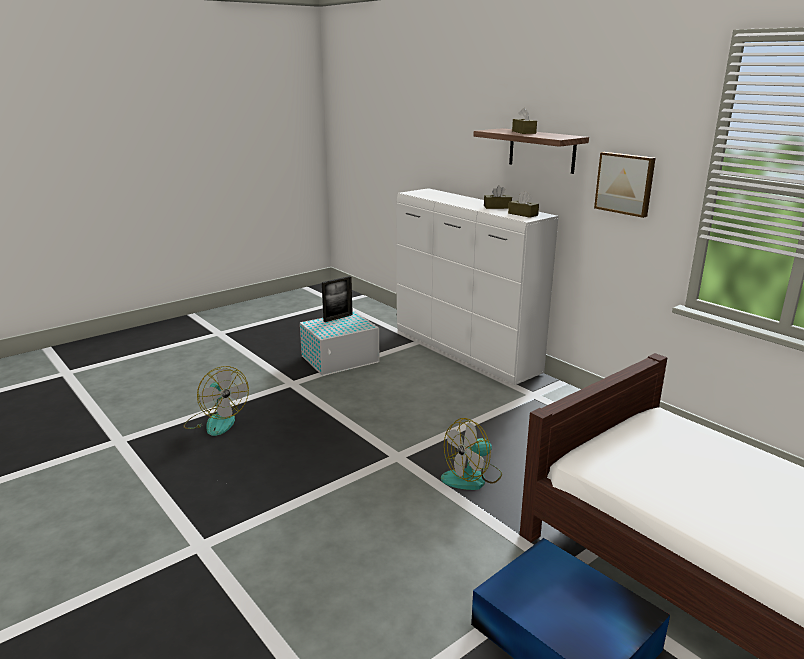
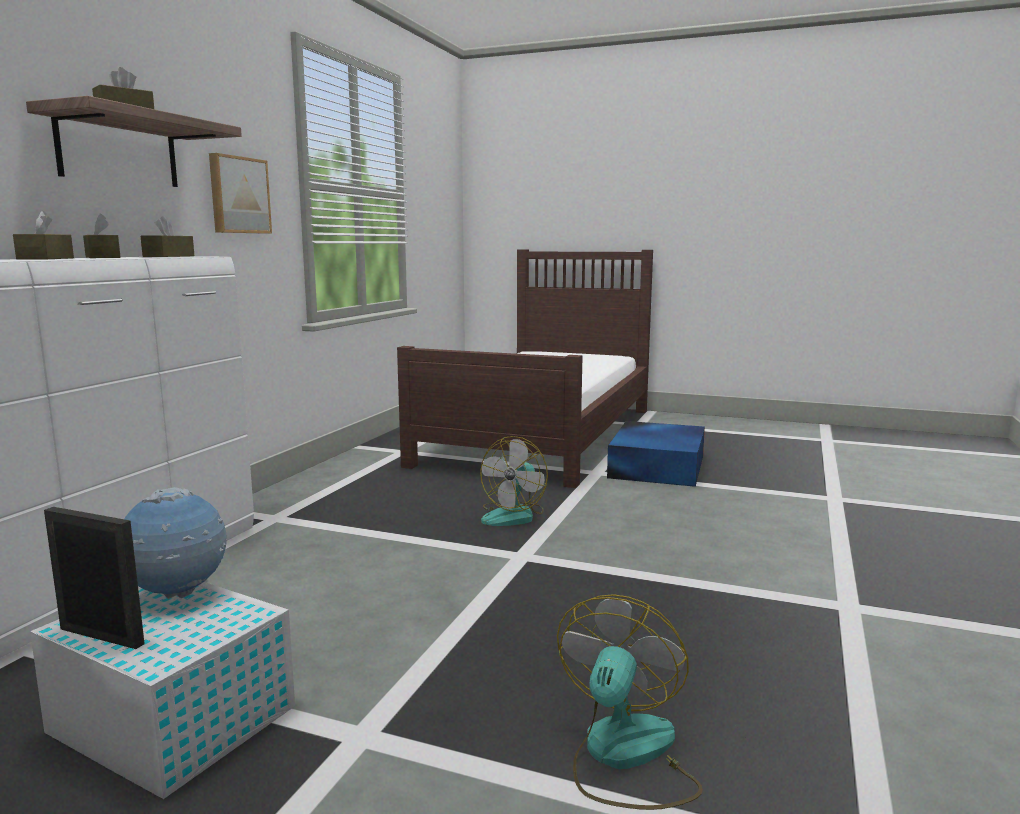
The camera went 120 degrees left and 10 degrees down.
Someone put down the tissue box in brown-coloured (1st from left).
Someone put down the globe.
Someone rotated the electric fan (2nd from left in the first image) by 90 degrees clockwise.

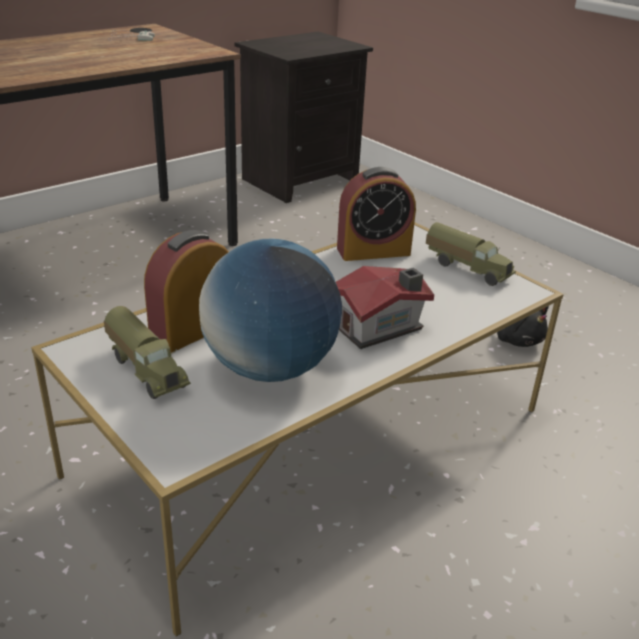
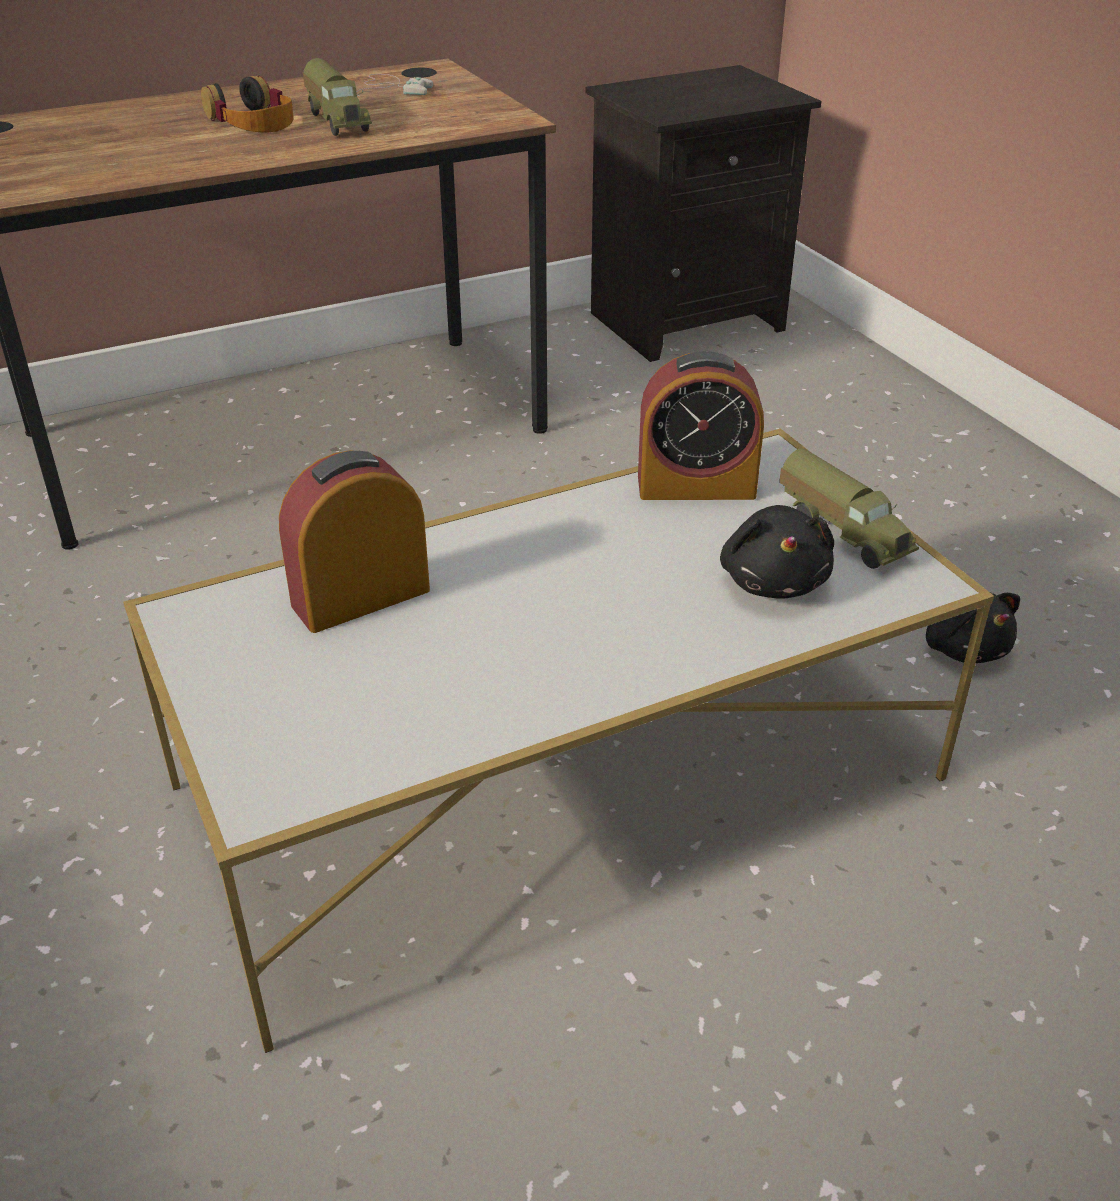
The camera went 15 degrees right and 5 degrees up.
Someone put down the headset.
Someone carried the toy lorry (1st from left).
Someone put down the soft toy in black (1st from left).
Someone took away the globe.
Someone took away the toy house.

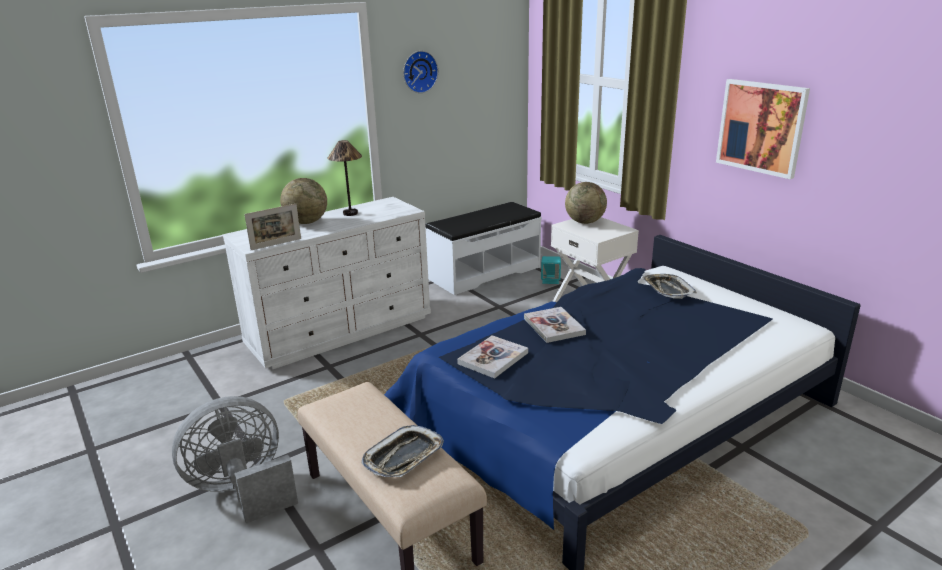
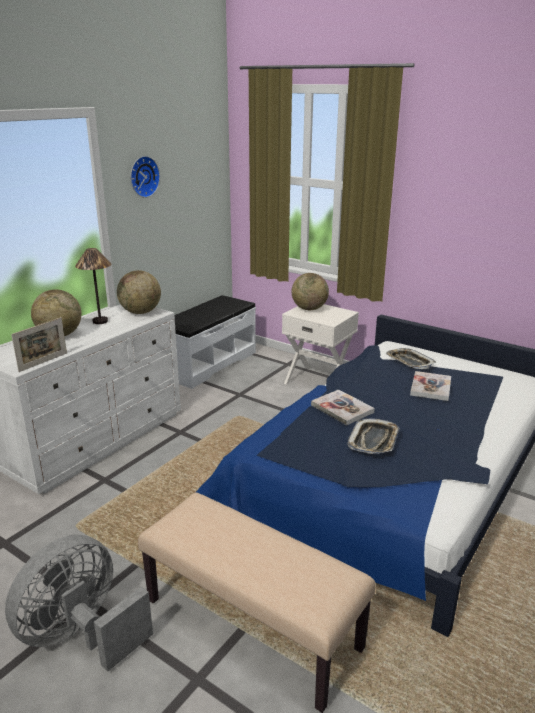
The camera went 20 degrees left and 0 degrees up.
Someone put down the globe (2nd from left).
Someone carried the carrying tray (1st from left).
Someone carried the book (1st from left in the first image).
Someone took away the audio speaker in turquoise-coloured.
Someone took away the wall picture.

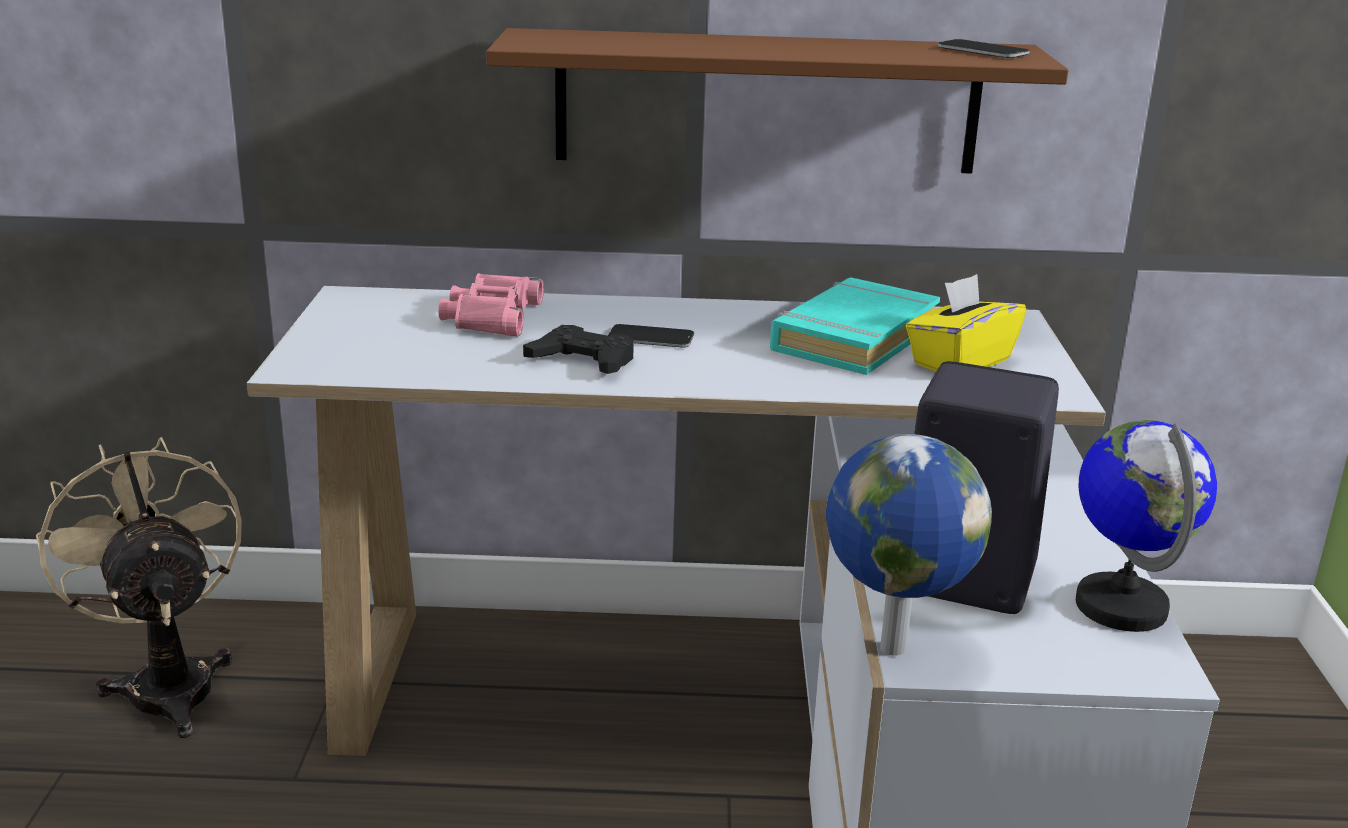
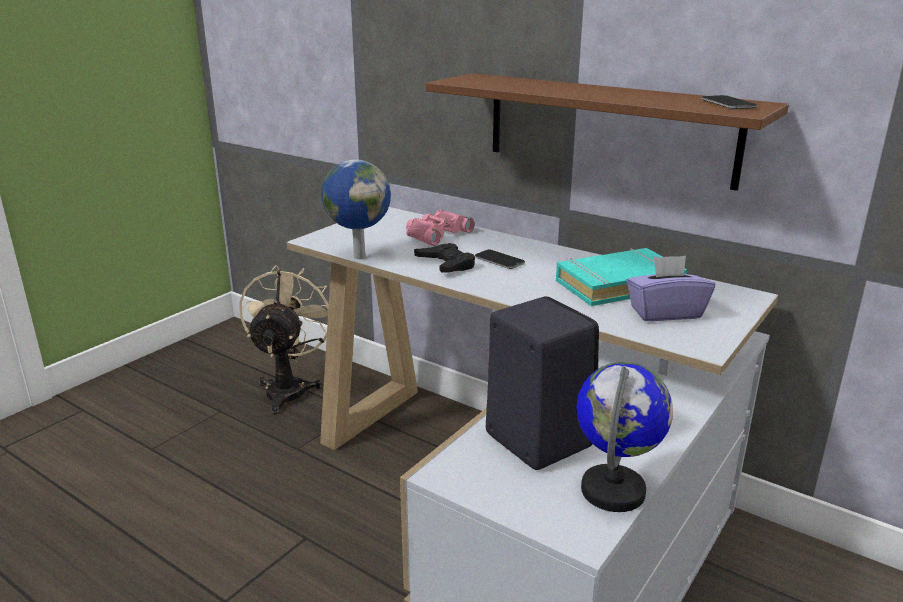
The camera went 35 degrees right and 0 degrees up.
Someone carried the globe (1st from left).
Someone repainted the tissue box in yellowish, which became the tissue box in purple.

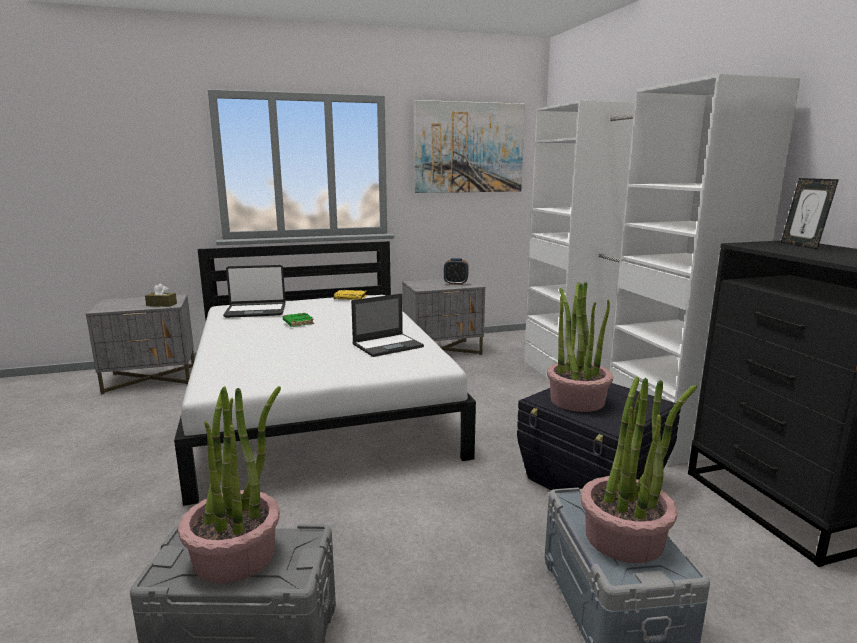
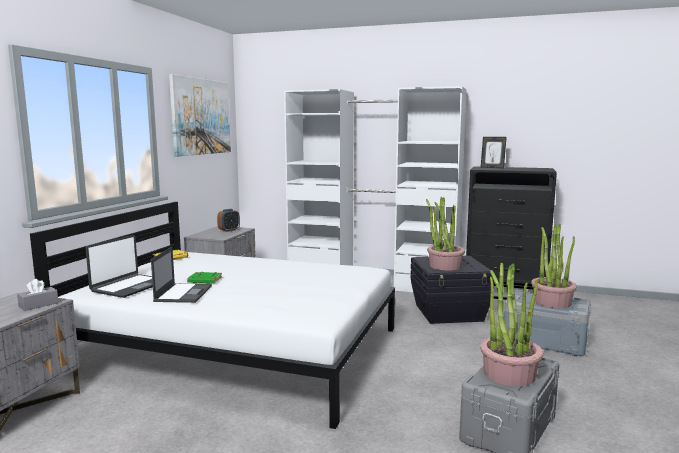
The camera went 55 degrees left and 5 degrees down.
Someone repainted the tissue box in brown-coloured, which became the tissue box in greyish.
Someone carried the portable computer (2nd from left).

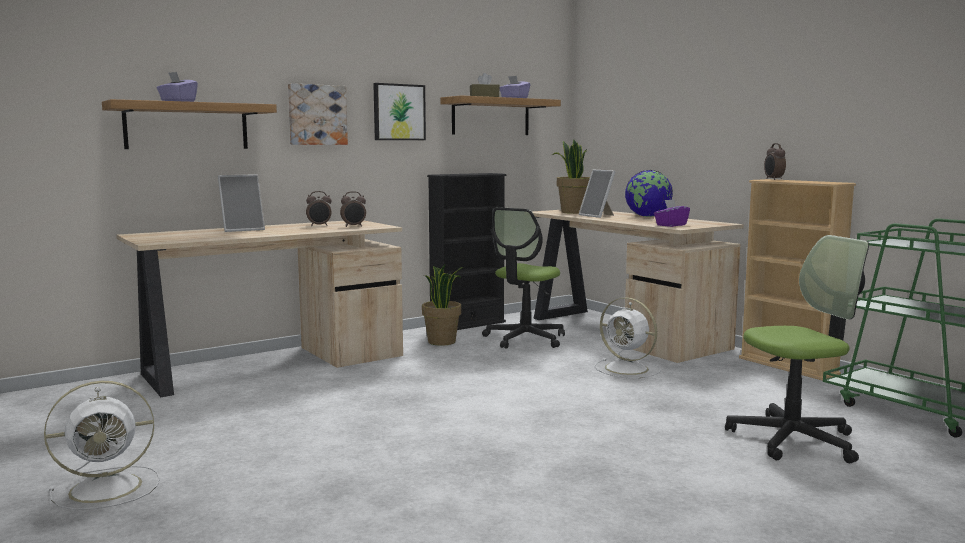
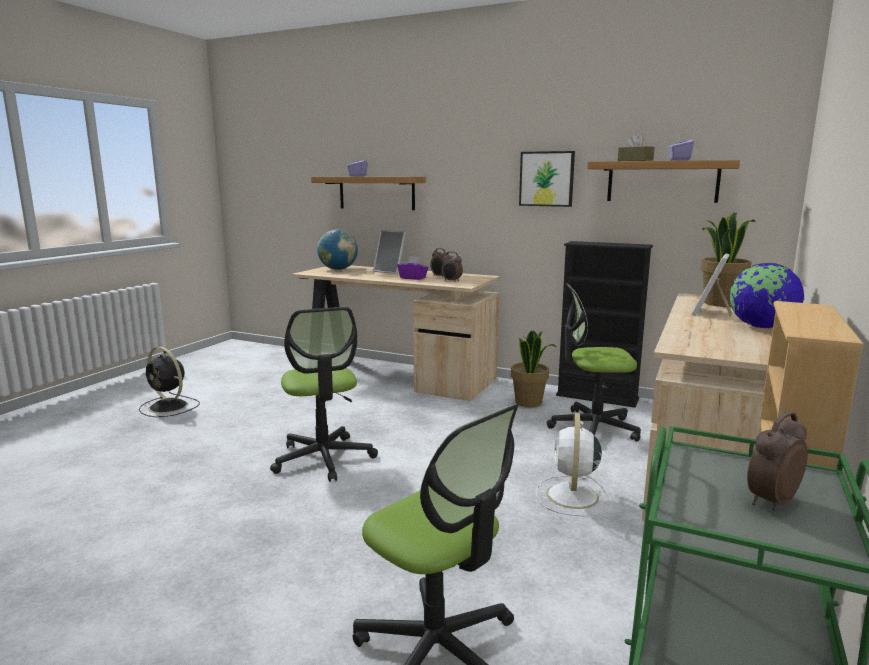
The camera went 60 degrees right and 5 degrees up.
Someone repainted the electric fan in white-coloured (1st from left), which became the electric fan in black.
Someone put down the desk chair (1st from left).
Someone put down the globe (1st from left).
Someone carried the tissue box in purple (3rd from left in the first image).
Someone carried the alarm clock (3rd from left).
Someone took away the wall picture (1st from left).

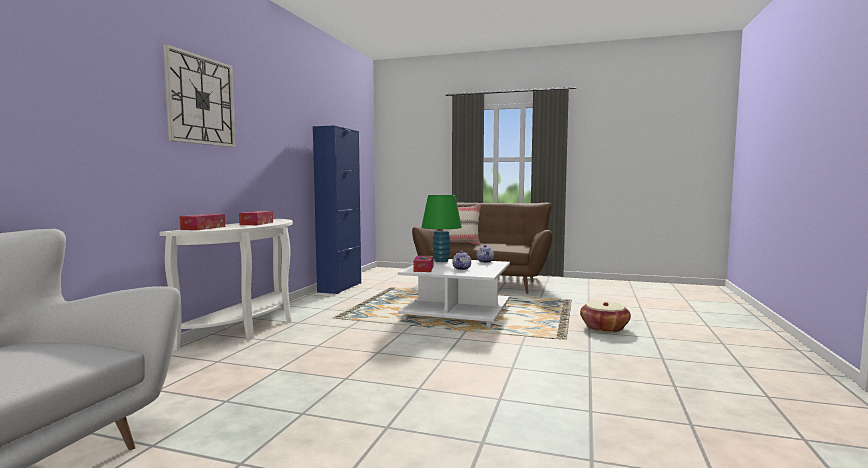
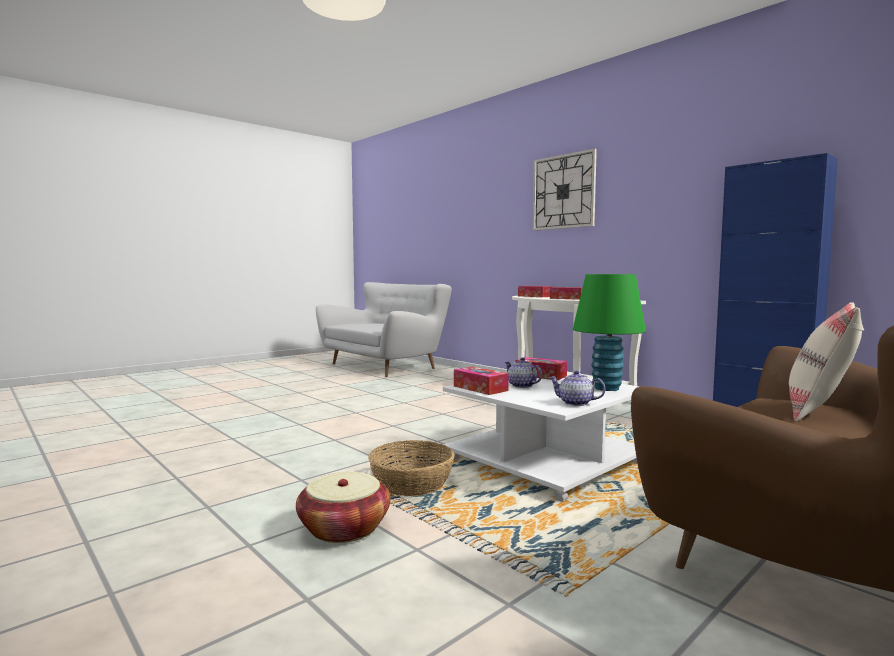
The camera went 120 degrees right and 0 degrees up.
Someone put down the household basket (2nd from left).
Someone put down the tissue box (1st from left).

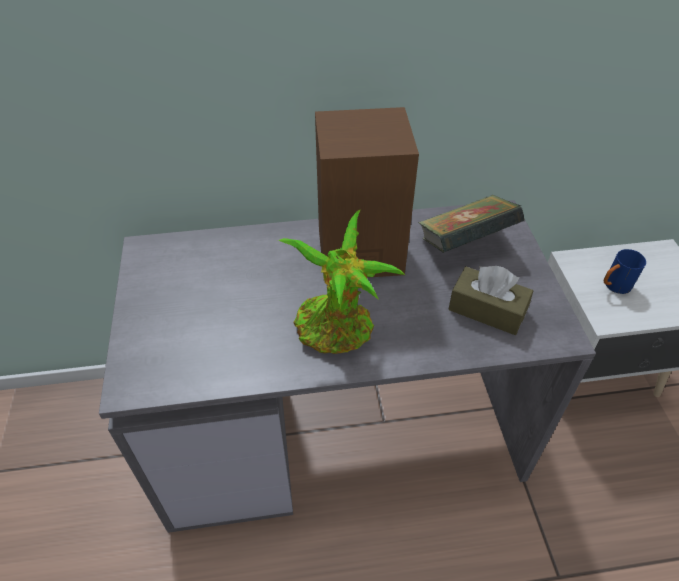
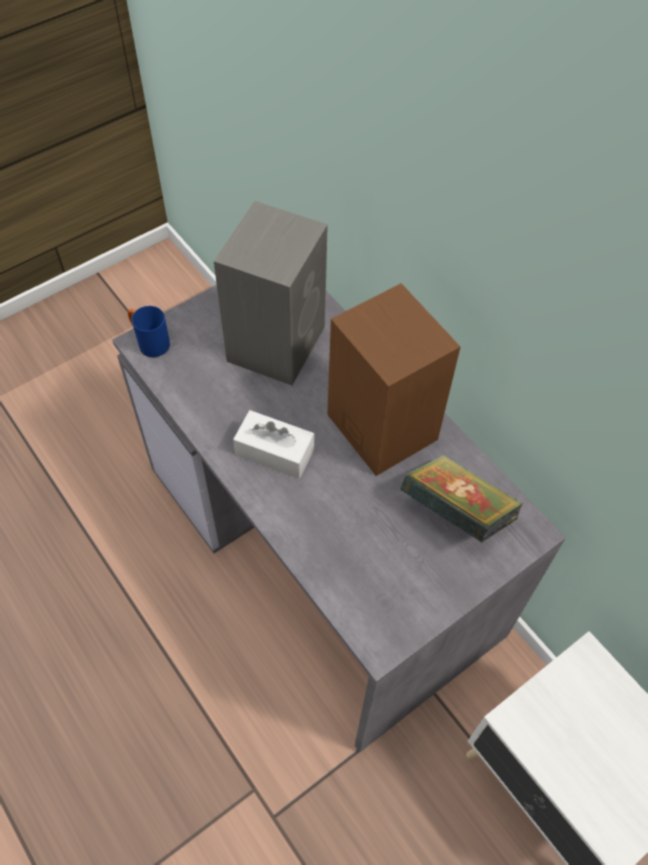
The camera went 60 degrees right and 10 degrees up.
Someone carried the coffee mug in bluish.
Someone put down the audio speaker in greyish.
Someone swapped the houseplant for the tissue box in white-coloured.
Someone took away the tissue box in brown-coloured.

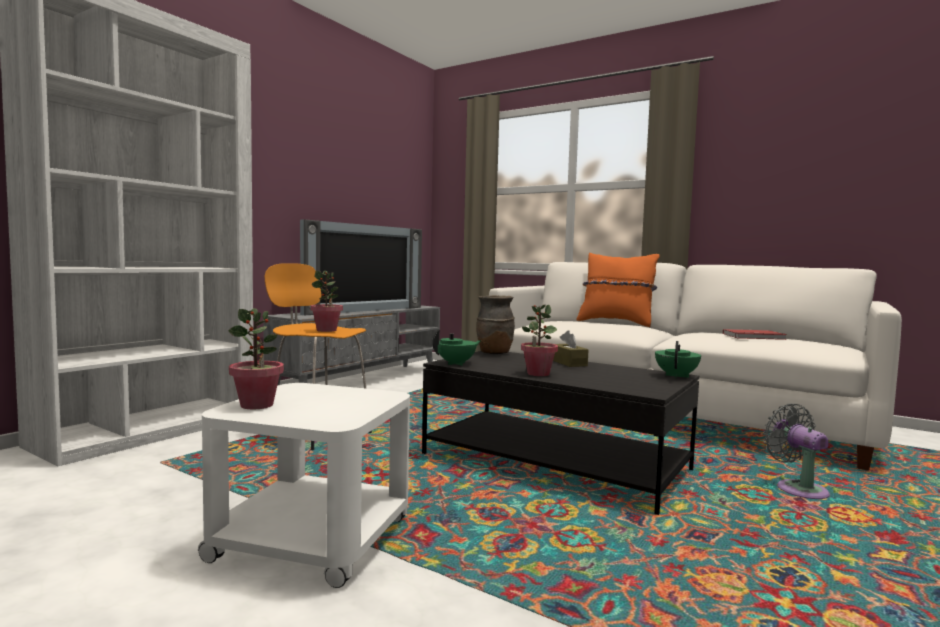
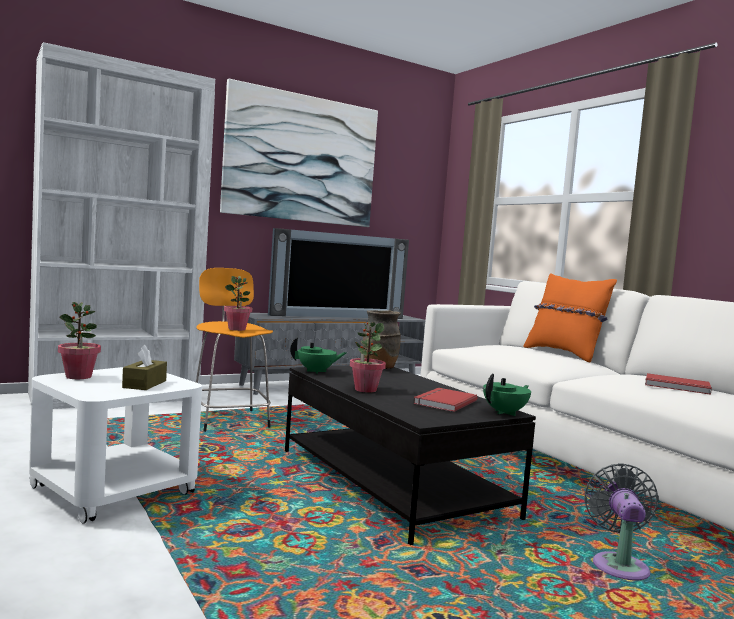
The camera went 25 degrees right and 0 degrees up.
Someone carried the tissue box in brown-coloured.
Someone put up the wall picture.
Someone put down the book in red-coloured (1st from left).

